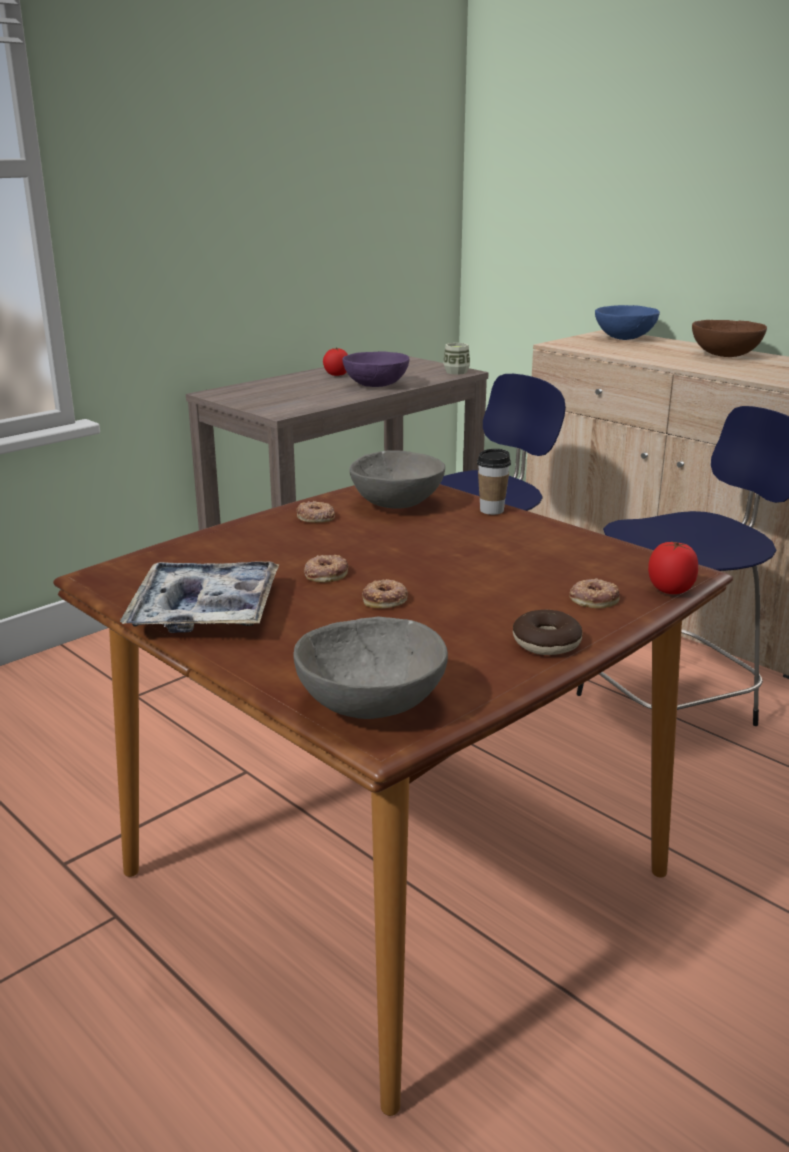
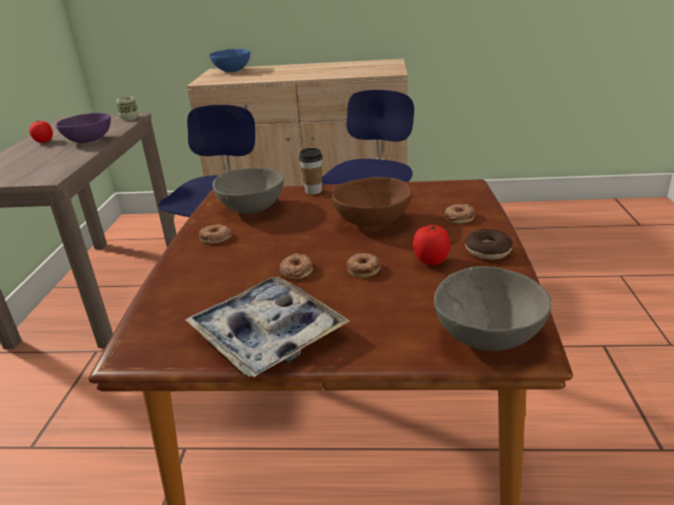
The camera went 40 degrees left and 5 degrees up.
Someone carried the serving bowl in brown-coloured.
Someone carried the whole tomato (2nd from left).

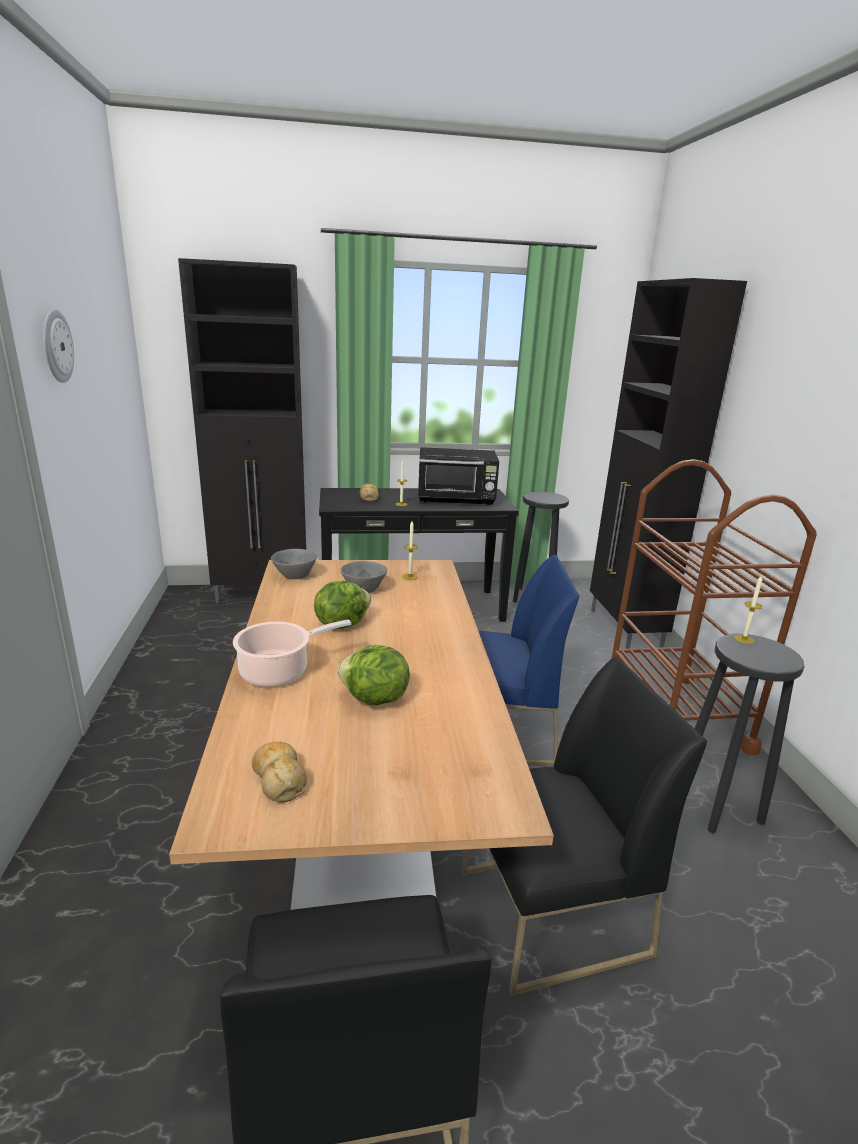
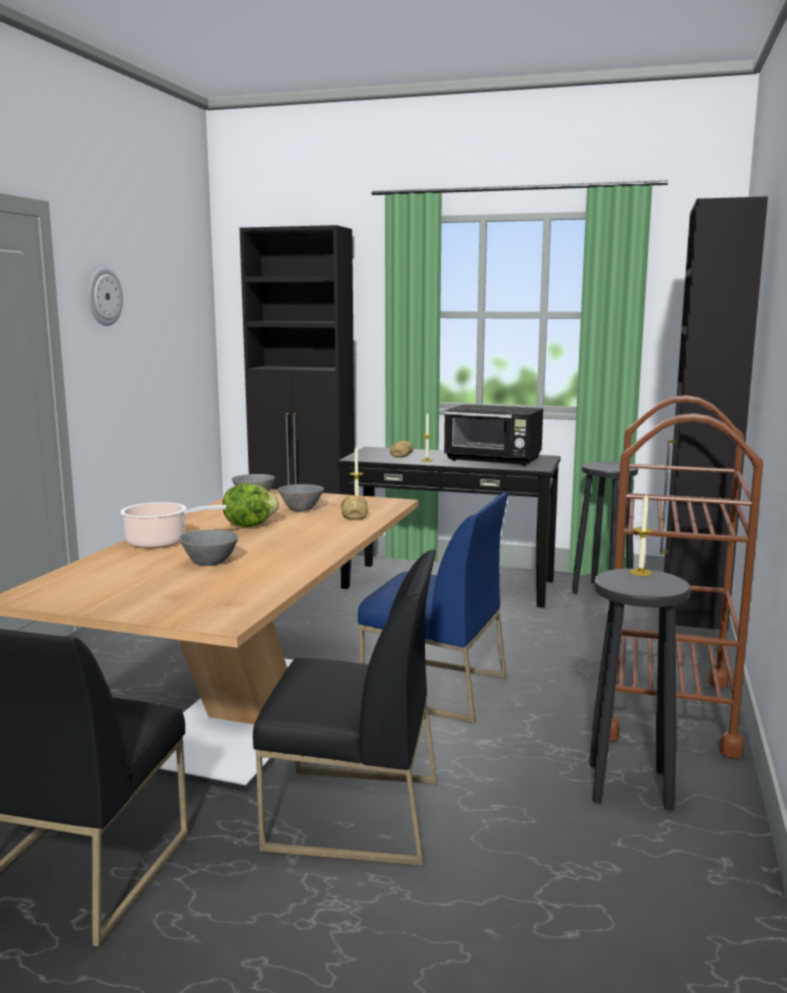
The camera went 25 degrees right and 10 degrees down.
Someone swapped the lettuce head (2nd from left) for the serving bowl in greyish (1st from left).
Someone carried the bakery bread (1st from left).

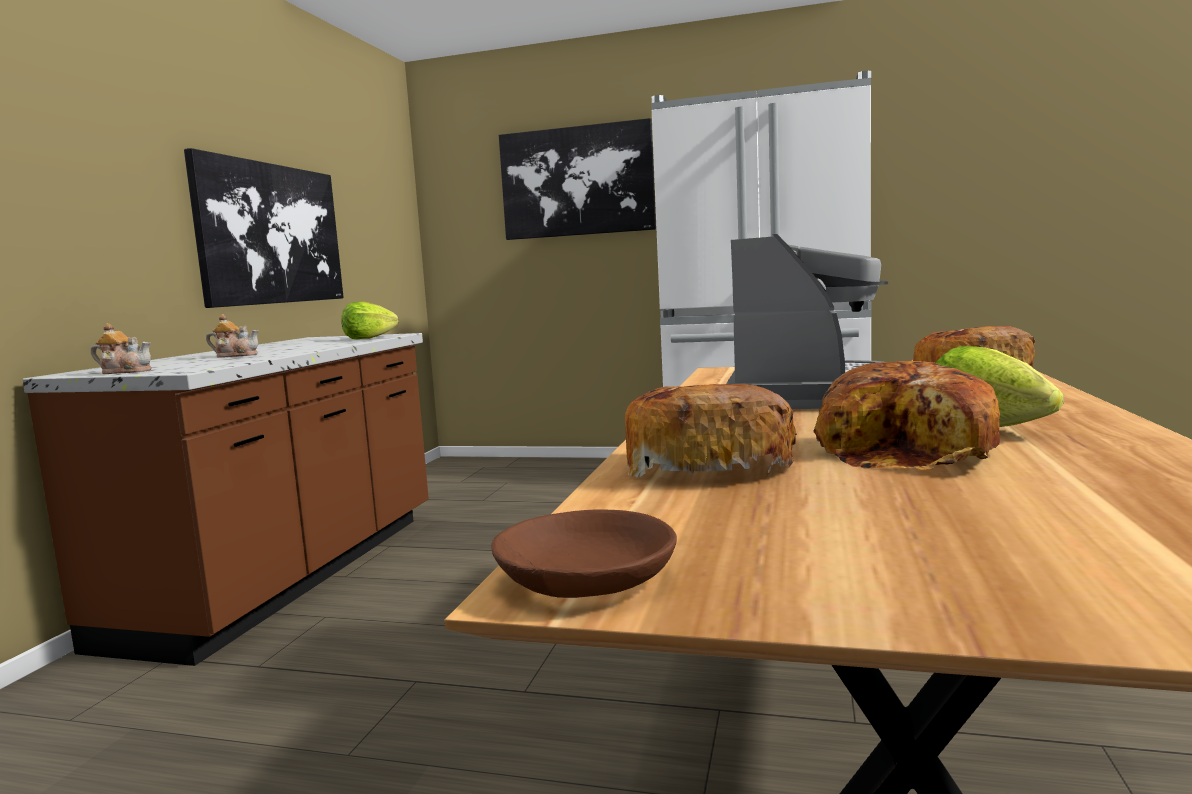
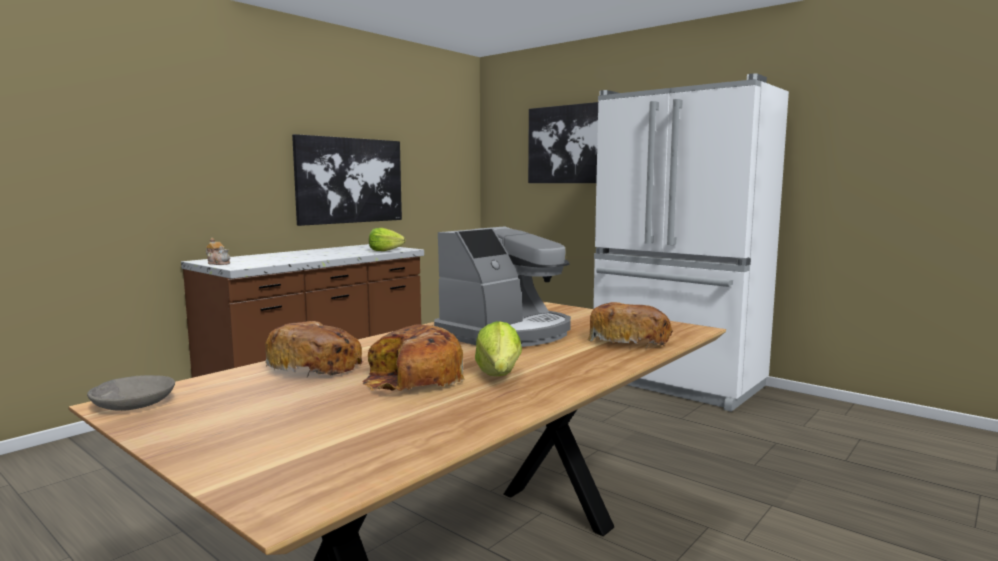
The camera went 25 degrees right and 0 degrees up.
Someone repainted the serving bowl in brown-coloured, which became the serving bowl in greyish.
Someone took away the teapot (2nd from left).

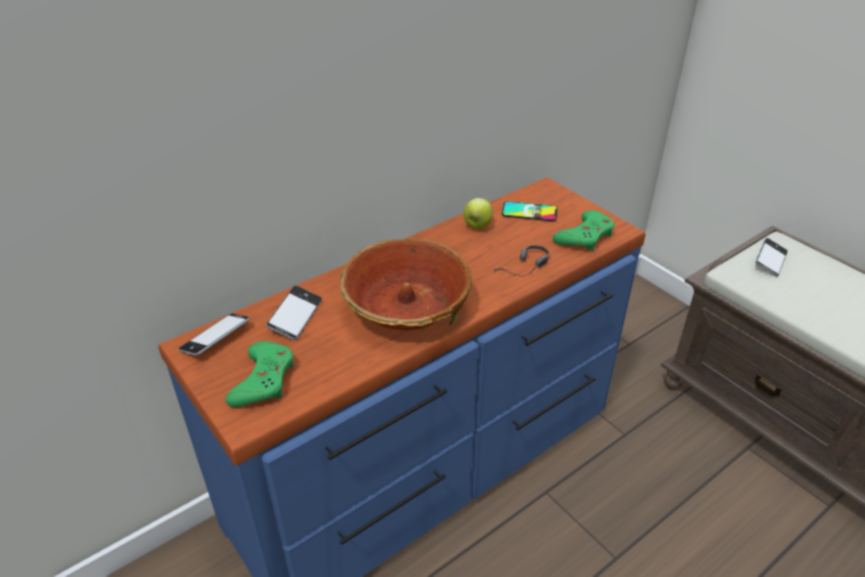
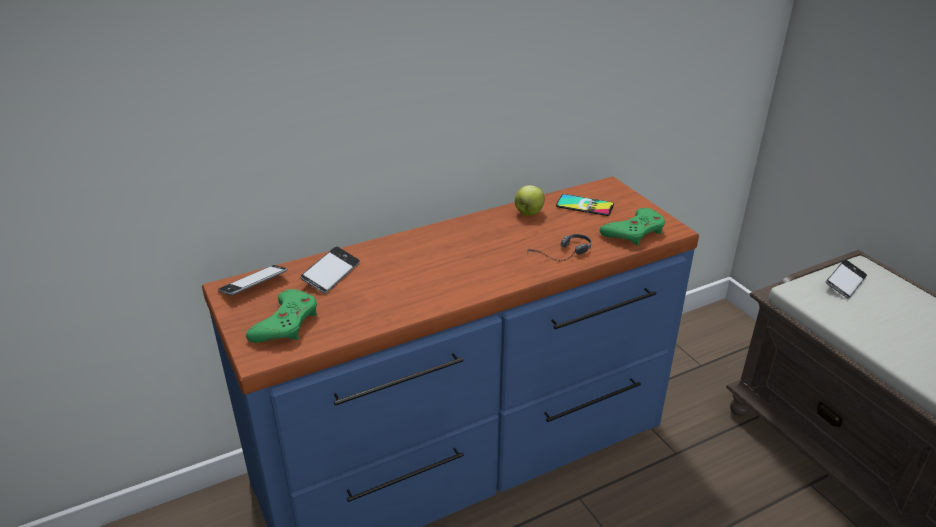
The camera went 10 degrees right and 5 degrees down.
Someone took away the serving bowl.

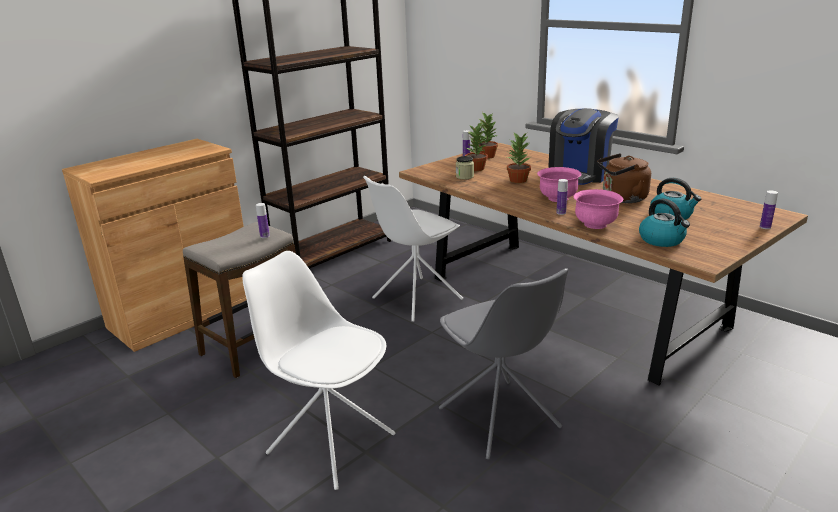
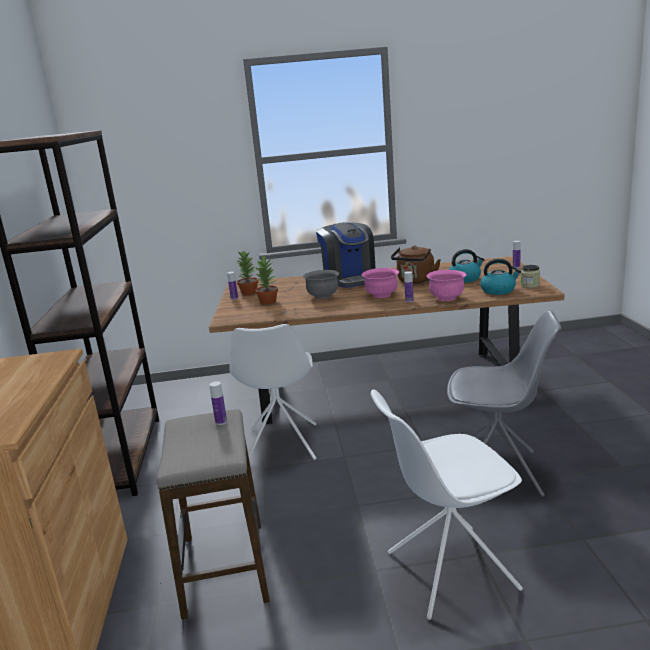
The camera went 50 degrees left and 5 degrees down.
Someone swapped the houseplant (3rd from left) for the serving bowl in greyish.
Someone carried the jar.

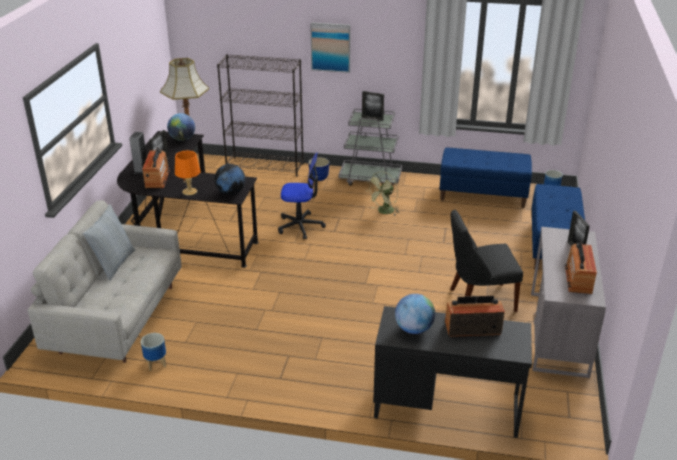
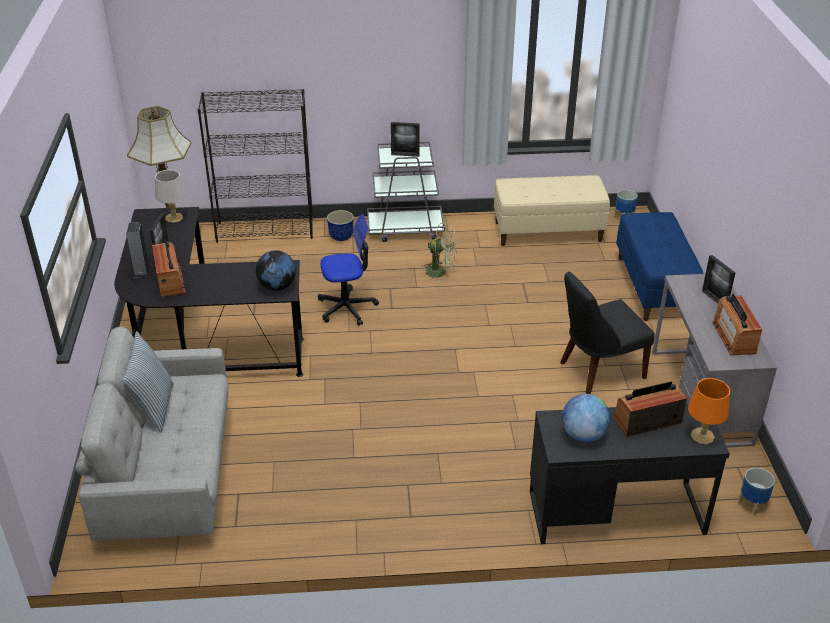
The camera went 15 degrees left and 5 degrees up.
Someone swapped the globe (1st from left) for the table lamp in greyish.
Someone rotated the electric fan in greenish by 105 degrees counterclockwise.
Someone repainted the indoor bench in bluish (1st from left), which became the indoor bench in sand-coloured.
Someone carried the table lamp in orange.
Someone carried the flower pot (1st from left in the first image).
Someone took away the wall picture.

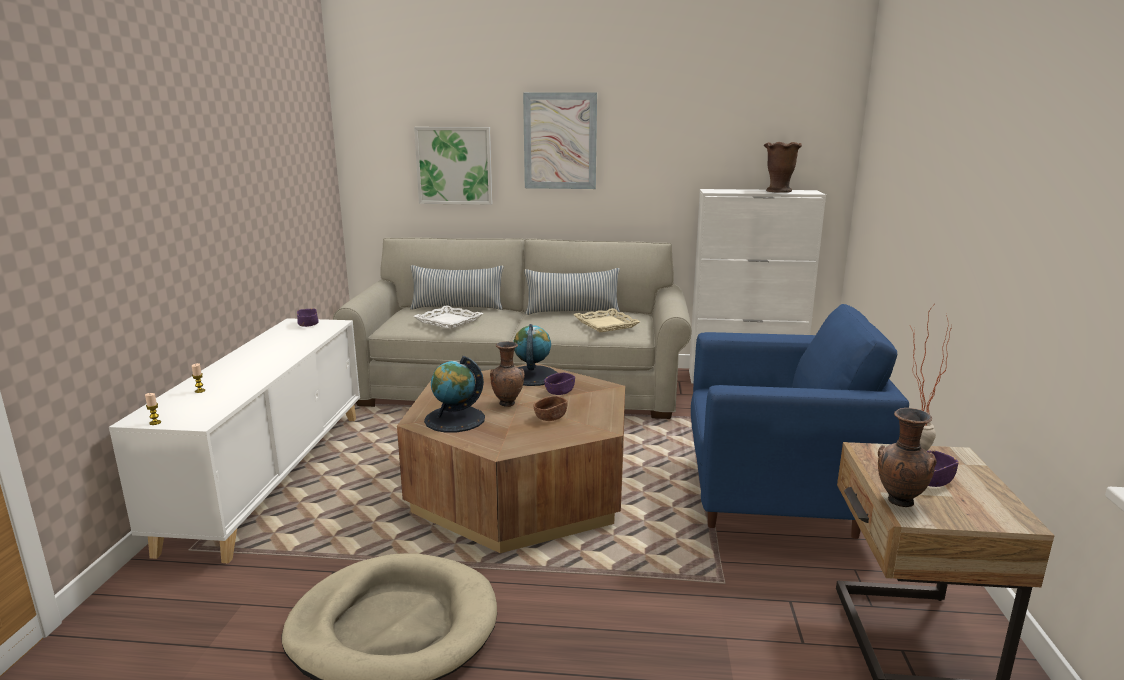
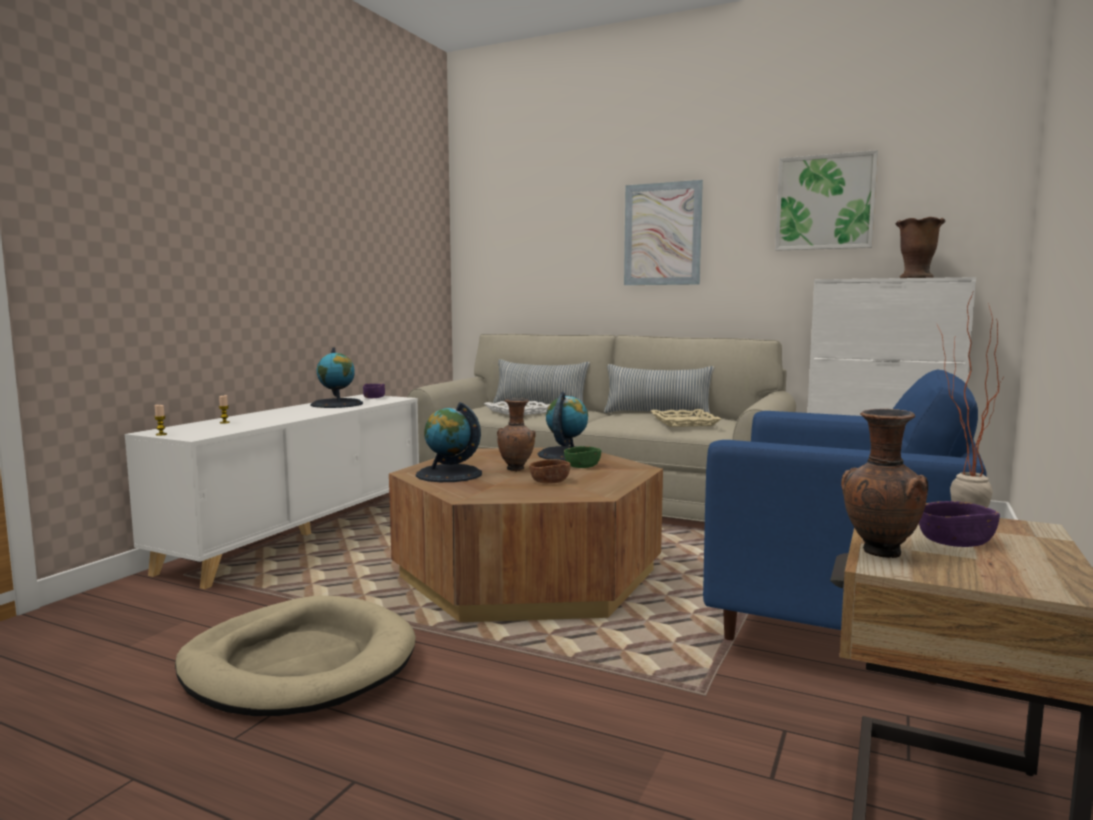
The camera went 20 degrees right and 10 degrees down.
Someone put down the globe (1st from left).
Someone repainted the serving bowl in purple (2nd from left), which became the serving bowl in greenish.
Someone carried the wall picture (1st from left in the first image).

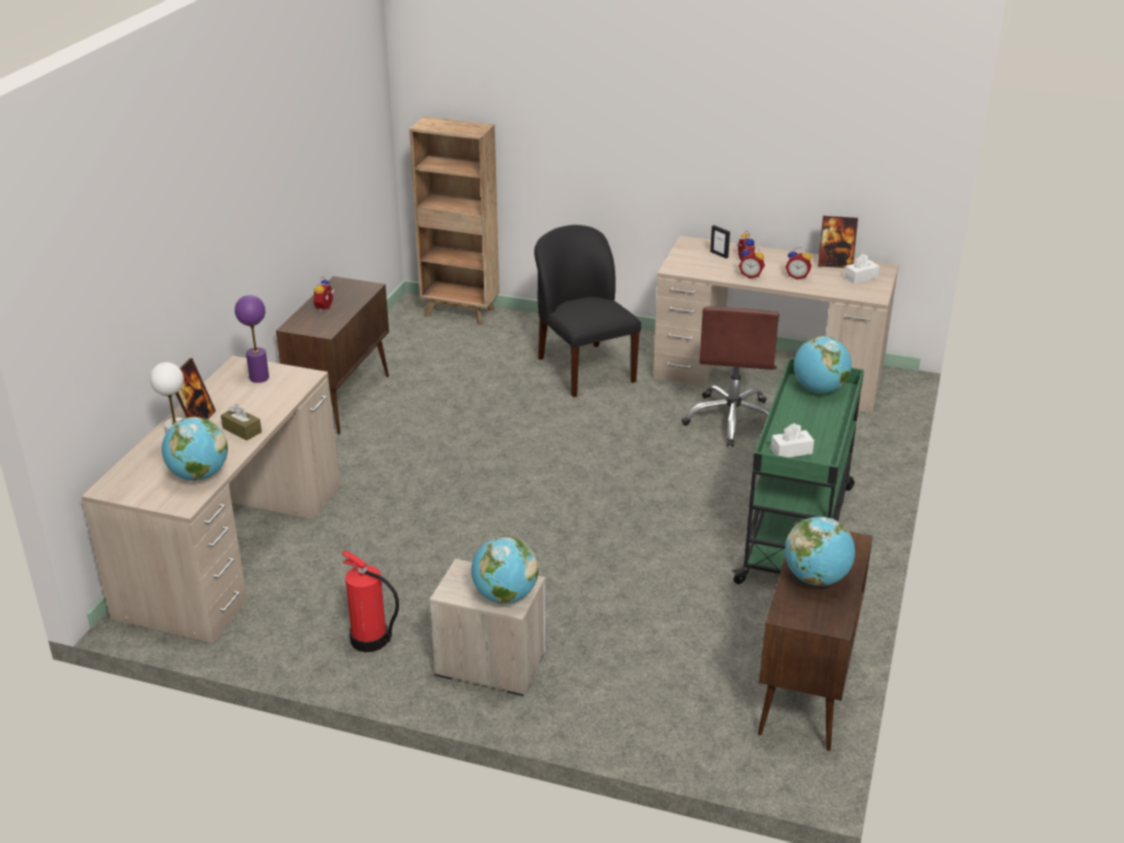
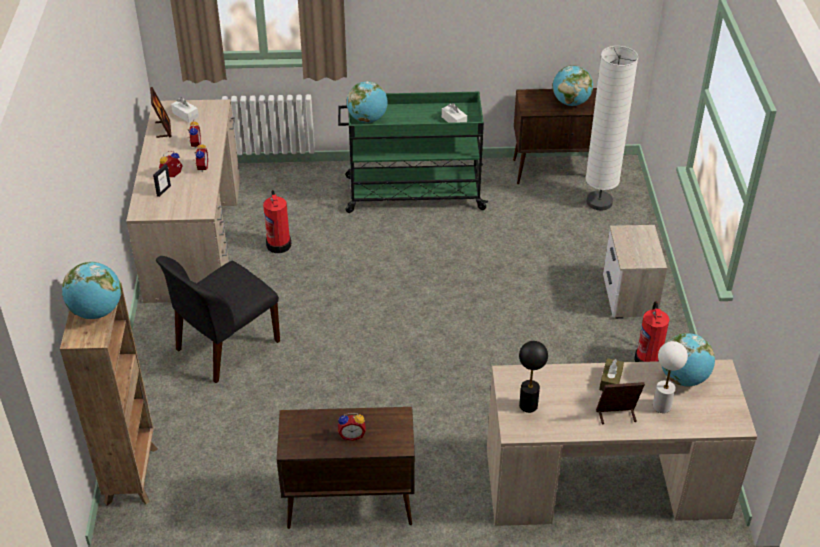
The camera went 110 degrees left and 10 degrees up.
Someone carried the globe (2nd from left in the first image).
Someone swapped the desk chair in brown-coloured for the extinguisher (1st from left).
Someone repainted the table lamp in purple, which became the table lamp in black.
Someone put down the floor lamp in white-coloured.

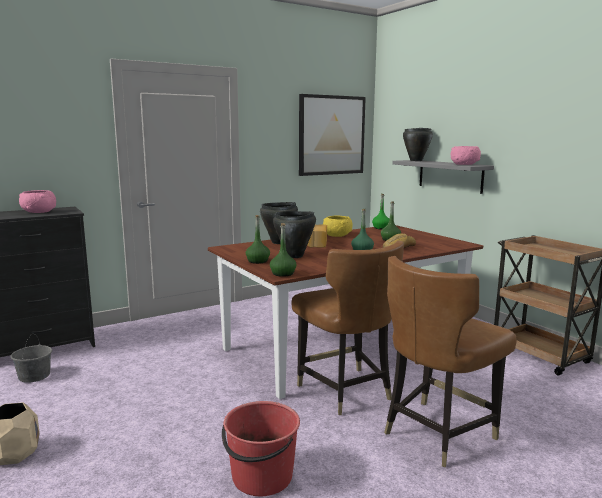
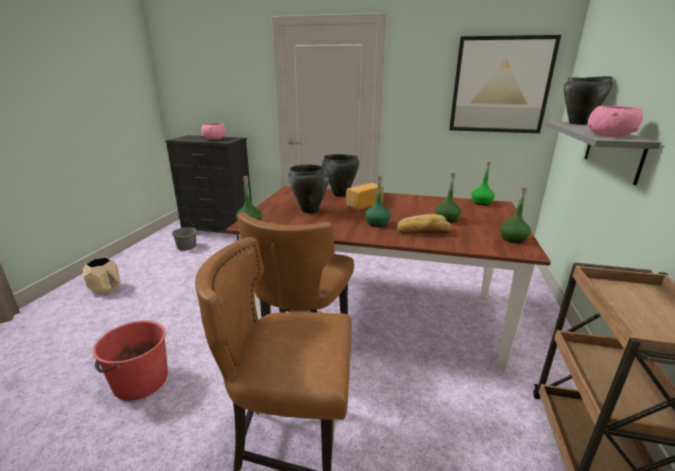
The camera went 45 degrees right and 10 degrees up.
Someone carried the beverage bottle in greenish (1st from left in the first image).
Someone took away the serving bowl in yellowish.

